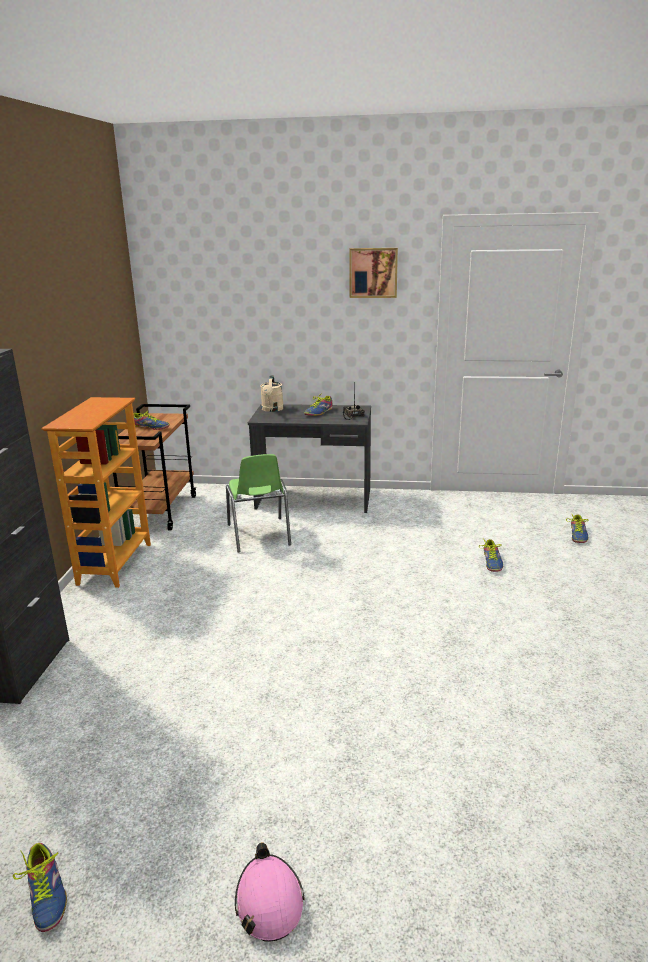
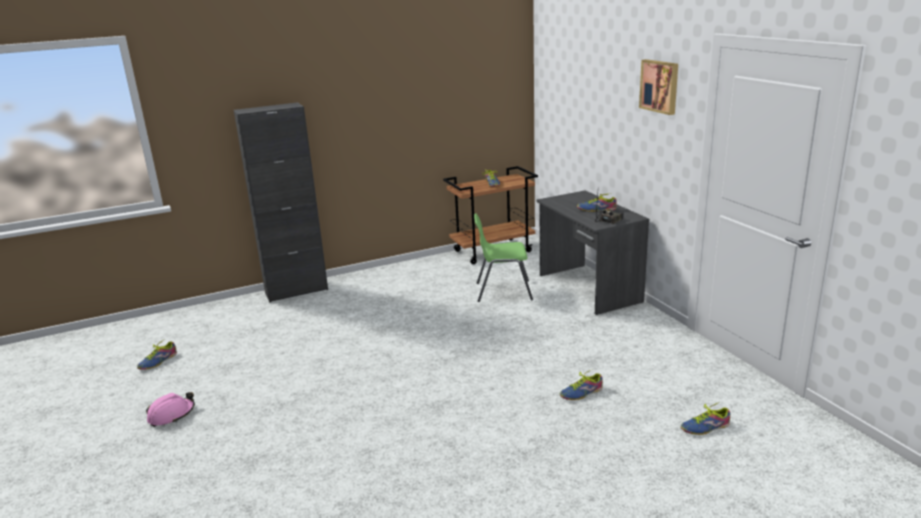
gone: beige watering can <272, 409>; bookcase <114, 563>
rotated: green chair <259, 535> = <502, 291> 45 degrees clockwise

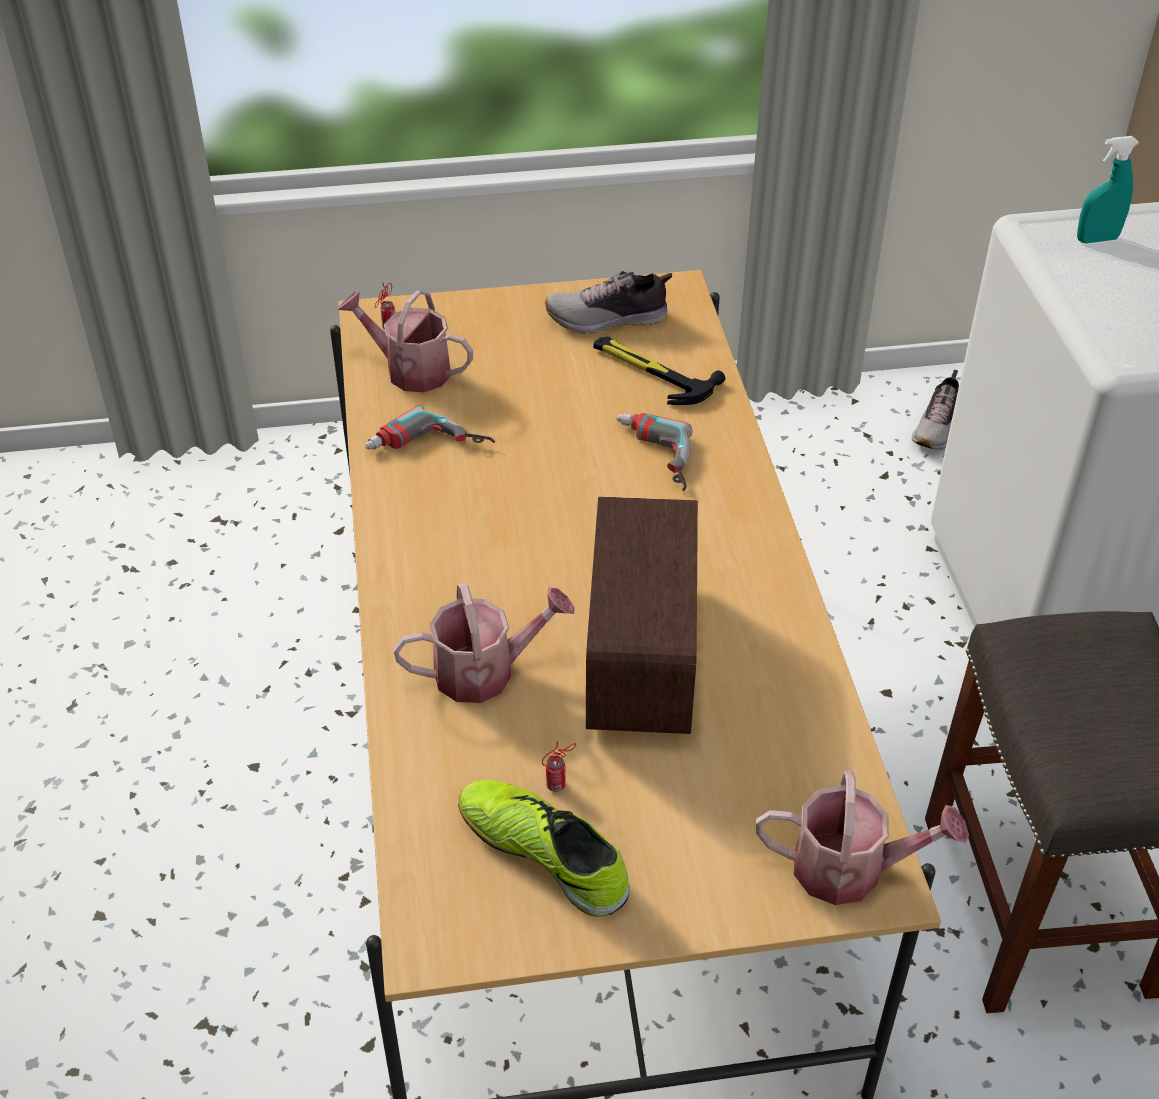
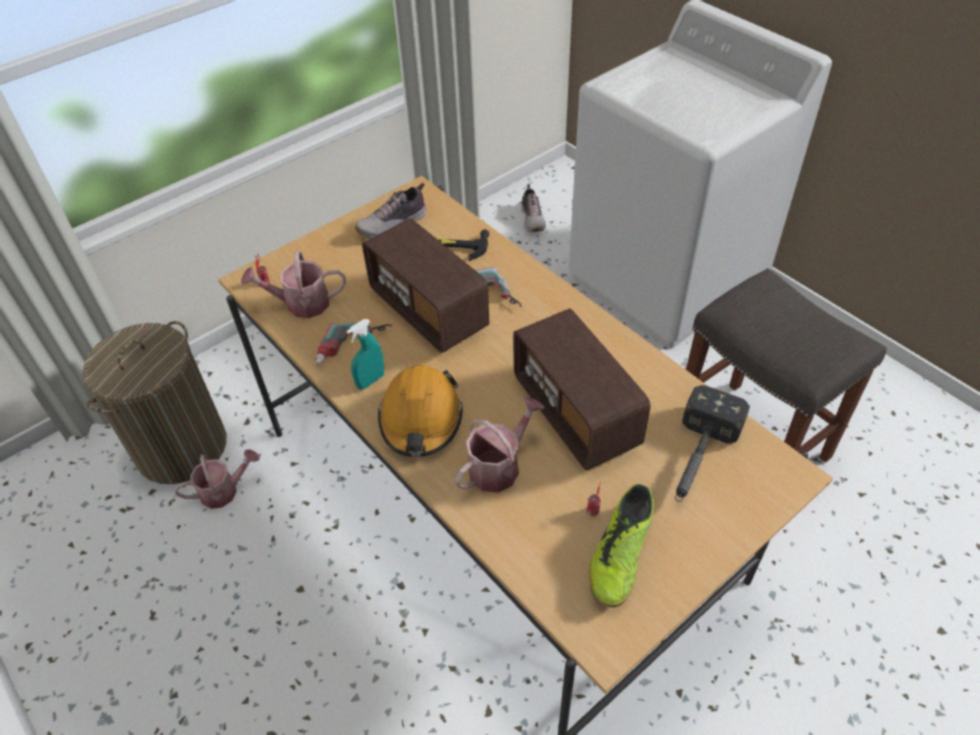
new: radio <428, 310>; laundry basket <181, 447>; orange hard hat <421, 419>; hammer <697, 459>
shifted: turquoise spray bottle <1097, 239> to <370, 381>; watering can <850, 869> to <224, 490>
rotated: shoe <544, 854> = <620, 555> 75 degrees counterclockwise

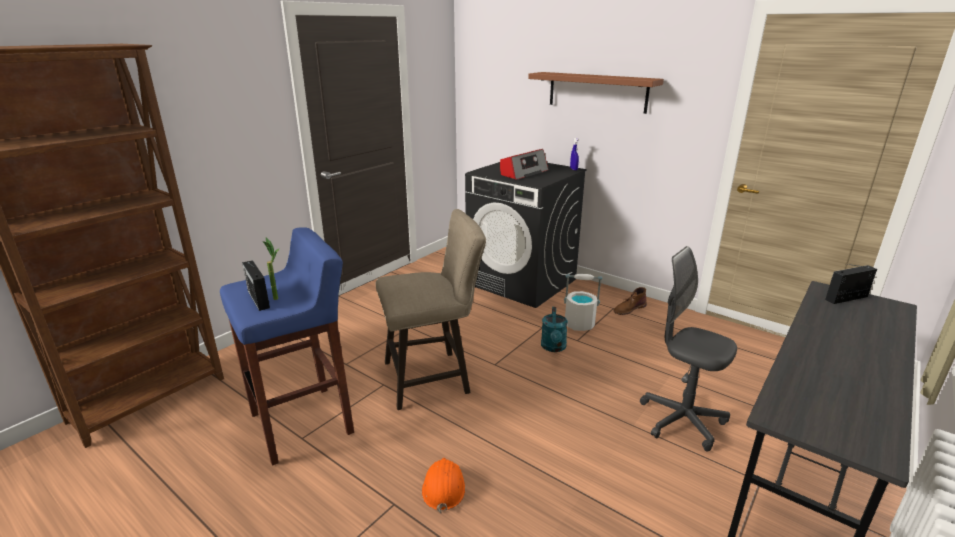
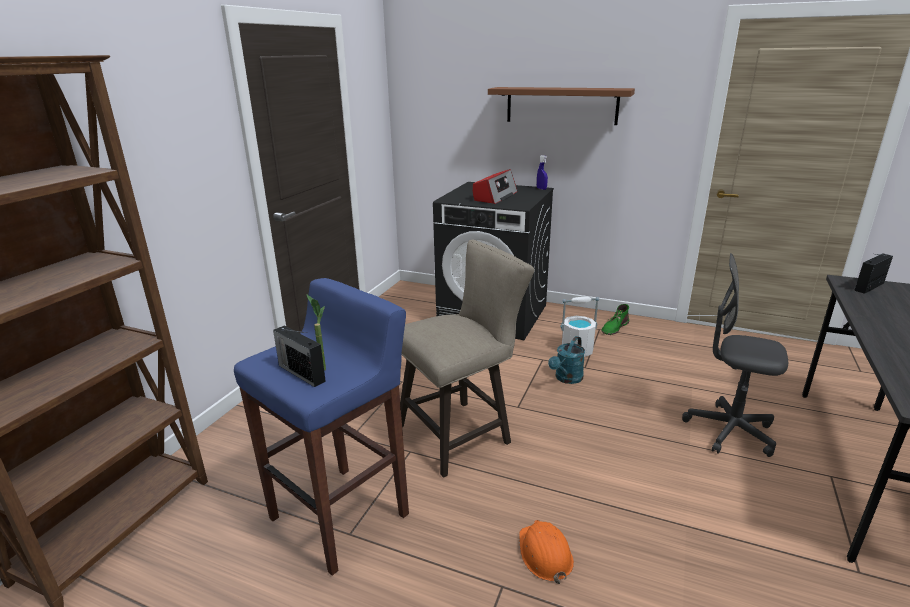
repainted: brown boot <629, 309> to green boot <614, 327>
rotated: turquoise watering can <553, 347> = <566, 379> 45 degrees clockwise

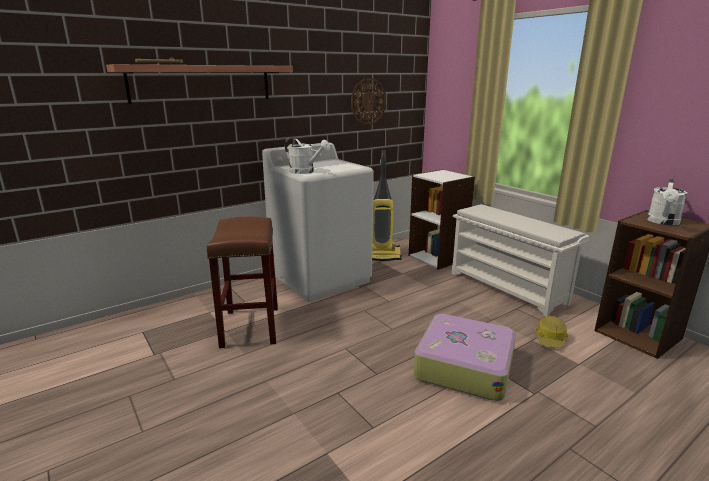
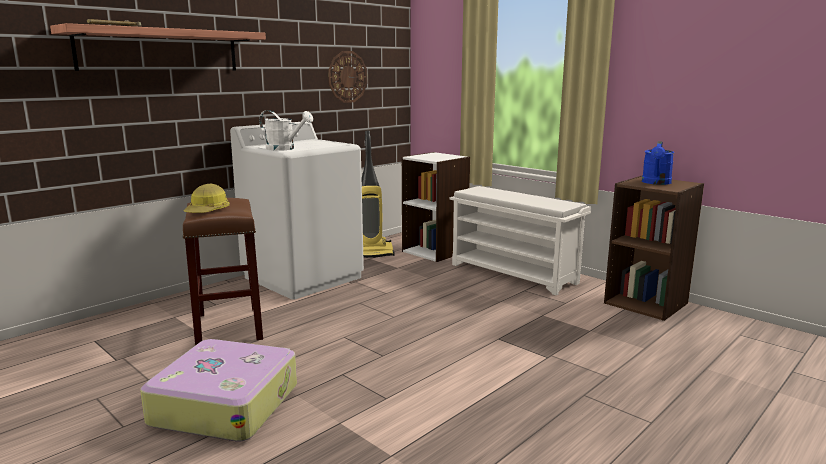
shifted: suitcase <464, 366> to <225, 404>; hard hat <550, 339> to <208, 211>
repainted: white watering can <663, 222> to blue watering can <656, 183>

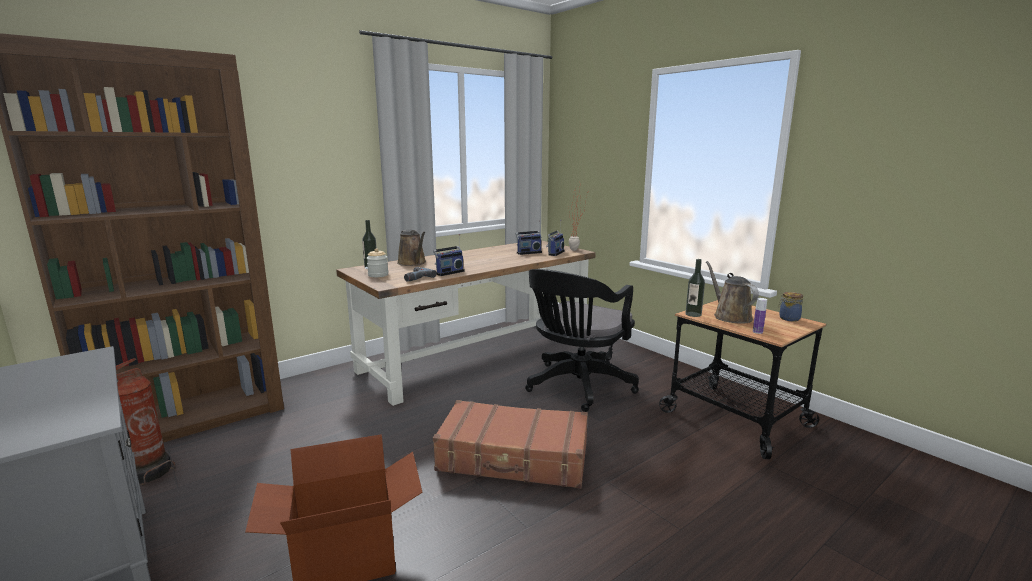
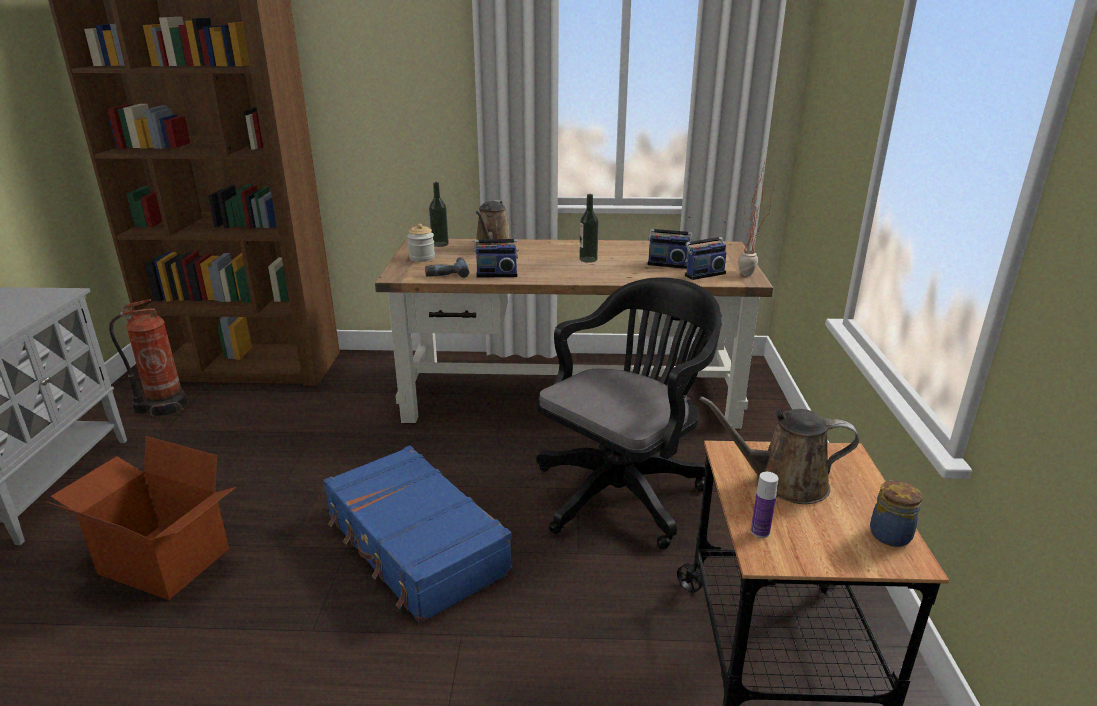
shifted: bottle <693, 314> to <588, 259>
repainted: brown suitcase <513, 458> to blue suitcase <415, 546>
rotated: brown watering can <730, 316> = <783, 482> 105 degrees counterclockwise; black office chair <577, 387> = <624, 491> 150 degrees clockwise

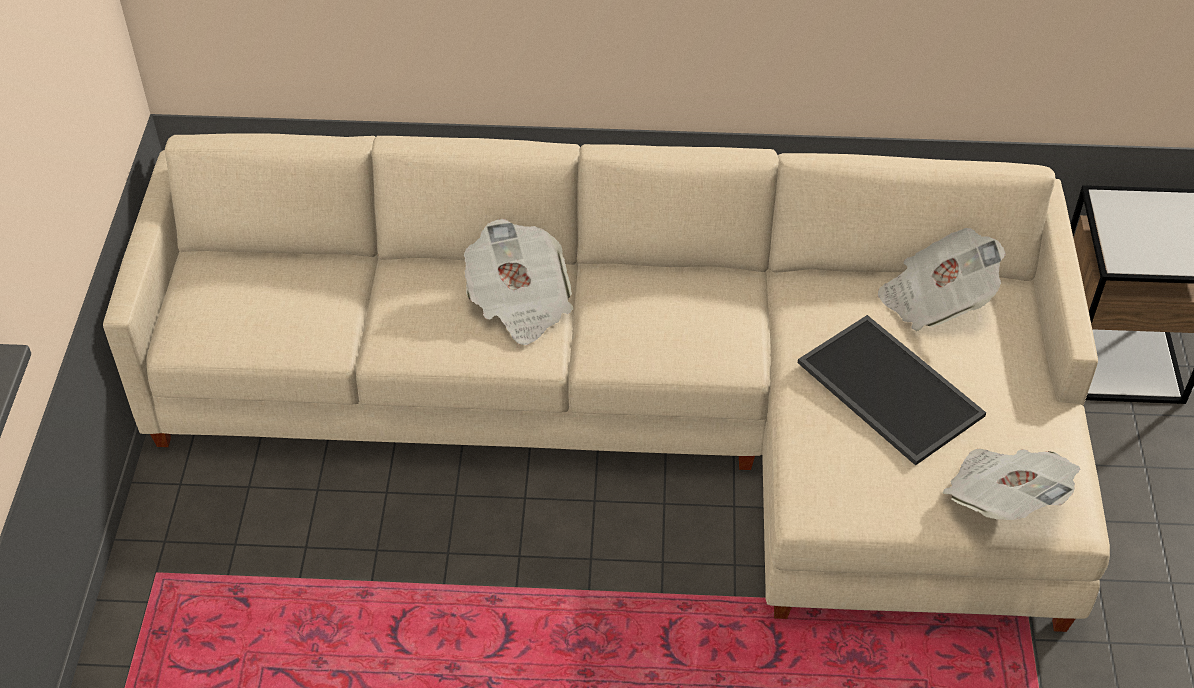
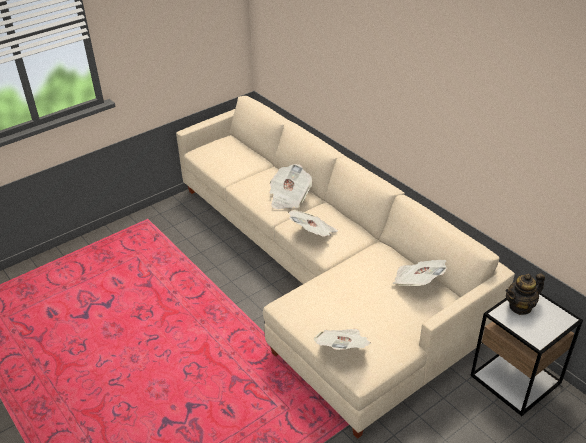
gone: tray <886, 389>
new: newspaper <313, 233>; teapot <520, 307>

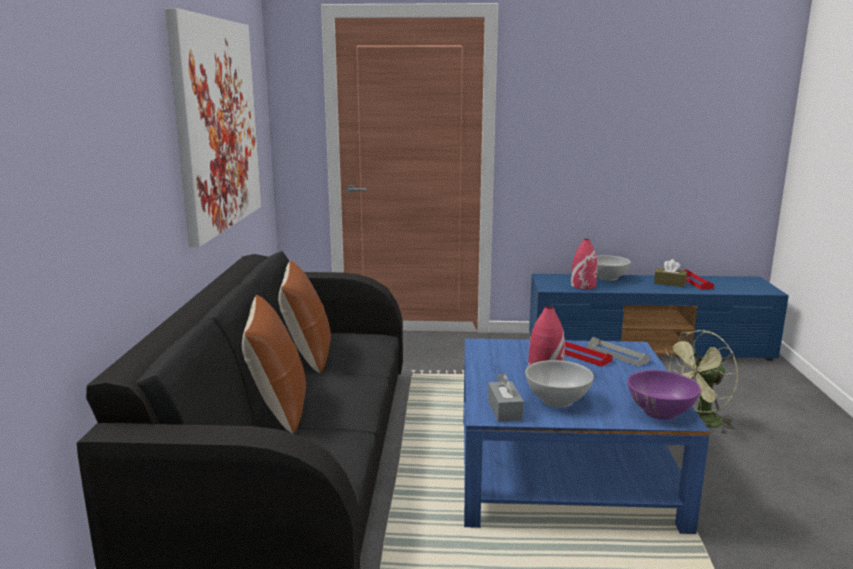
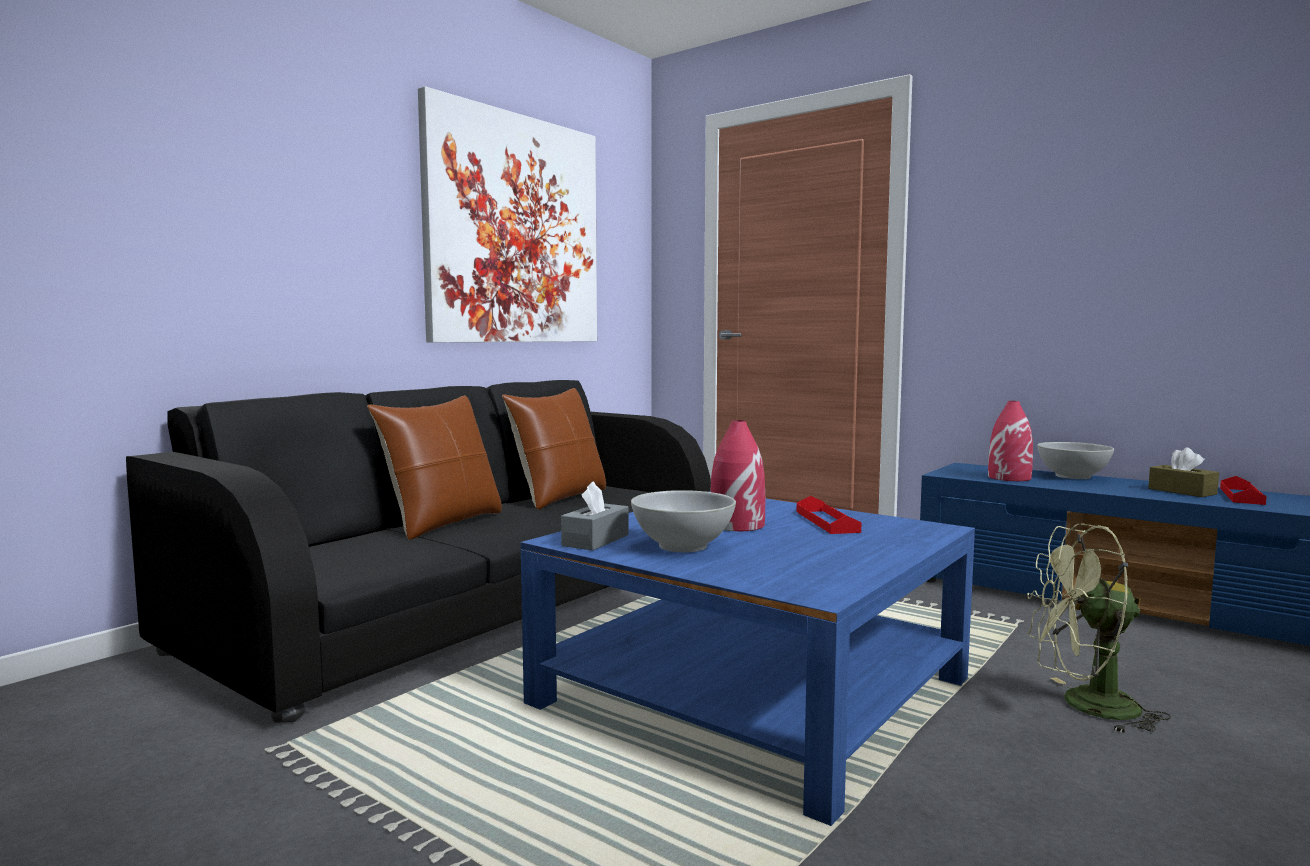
gone: grey tray <617, 354>; purple bowl <660, 412>

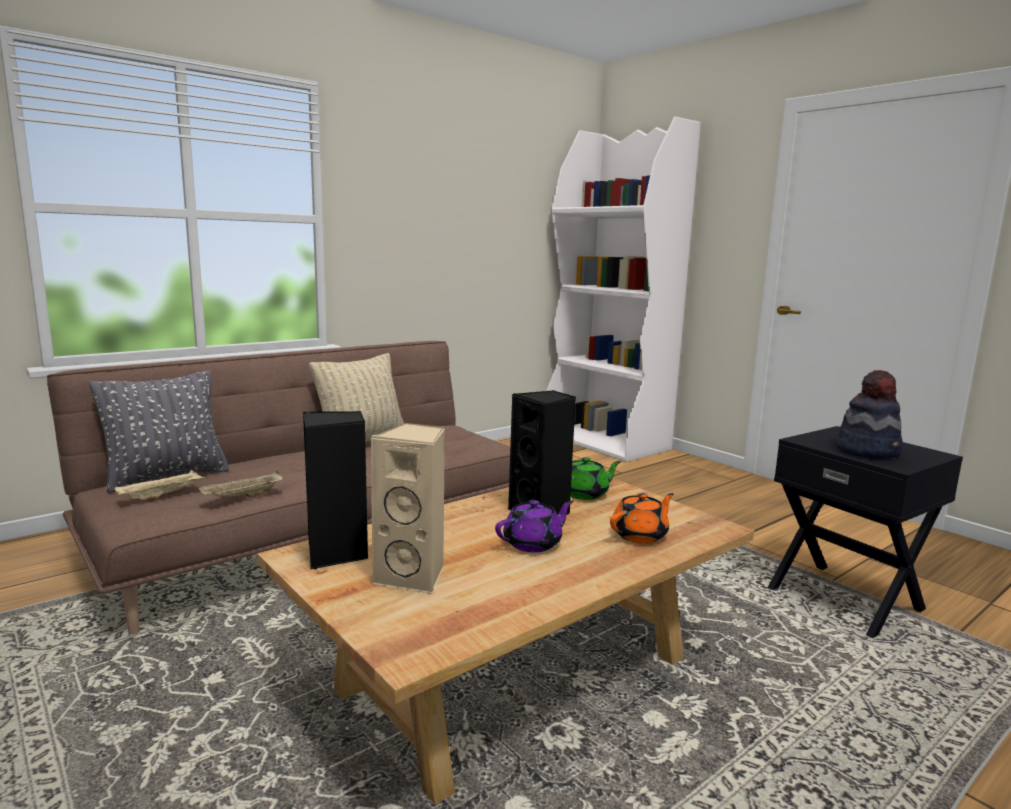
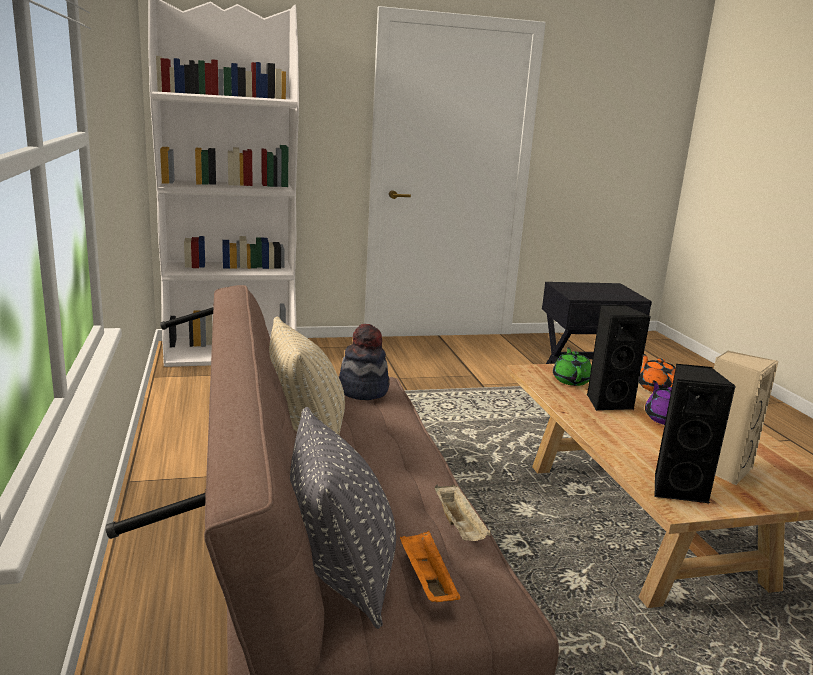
shifted: hat <868, 451> to <363, 390>
repainted: beige tray <162, 496> to orange tray <426, 581>

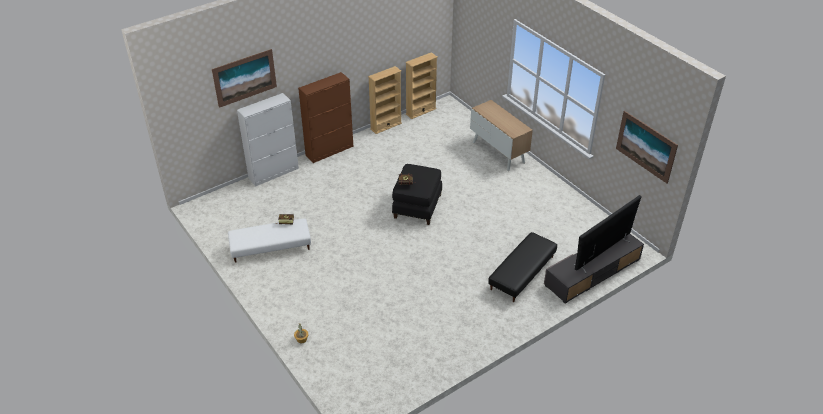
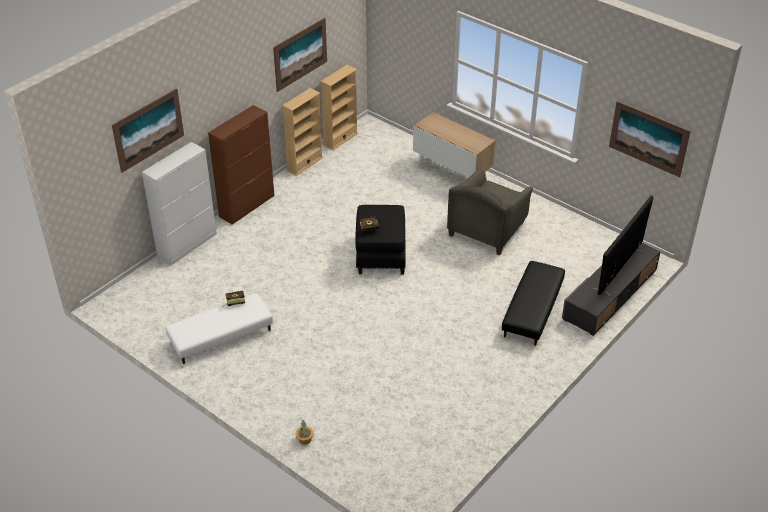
new: picture <300, 54>; grey armchair <487, 229>

